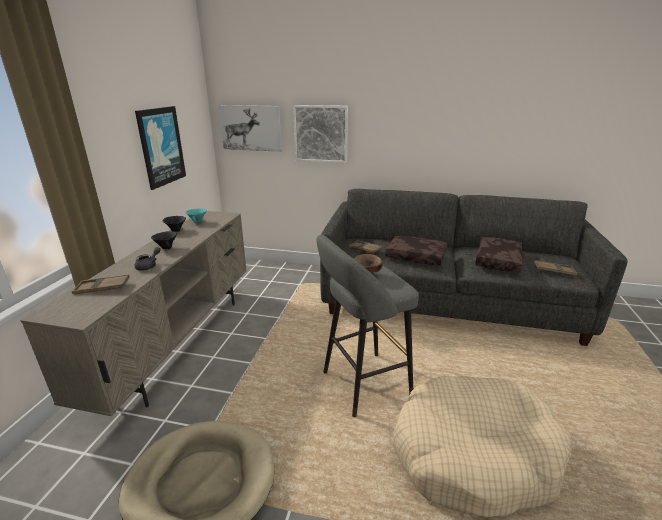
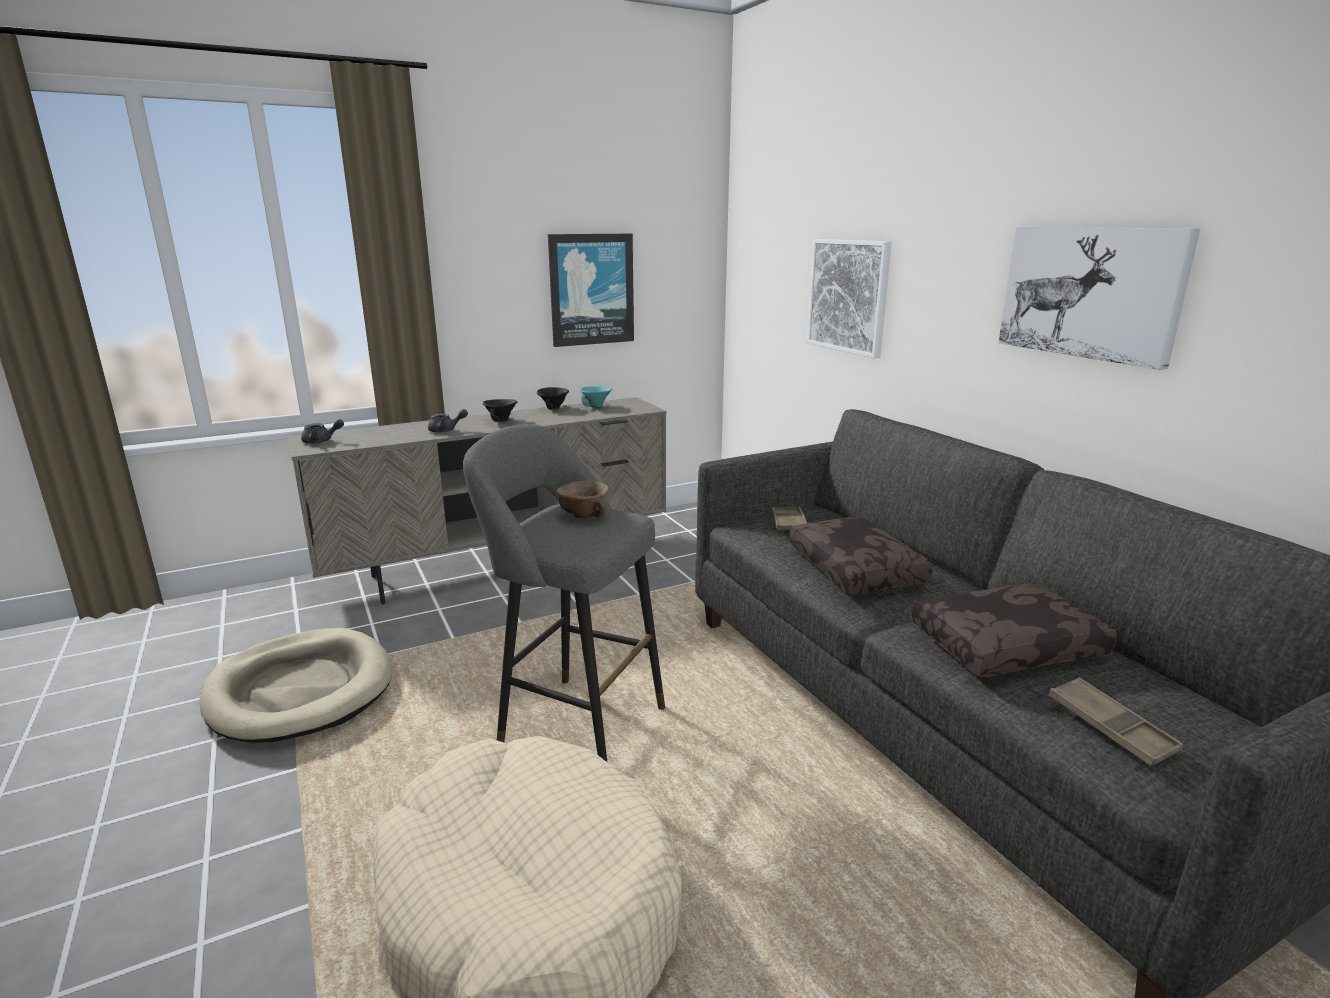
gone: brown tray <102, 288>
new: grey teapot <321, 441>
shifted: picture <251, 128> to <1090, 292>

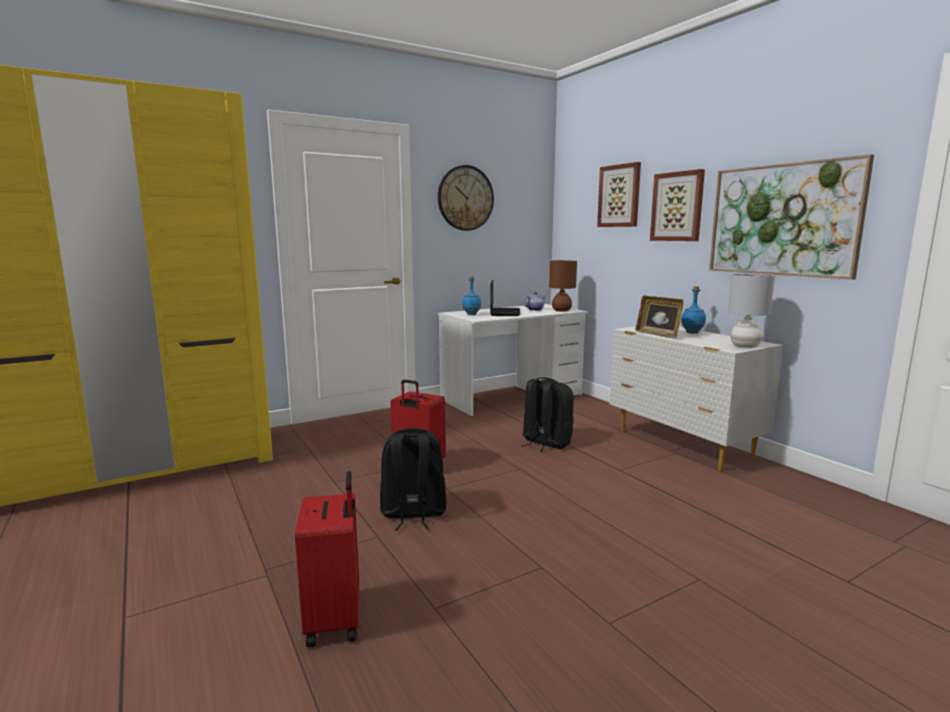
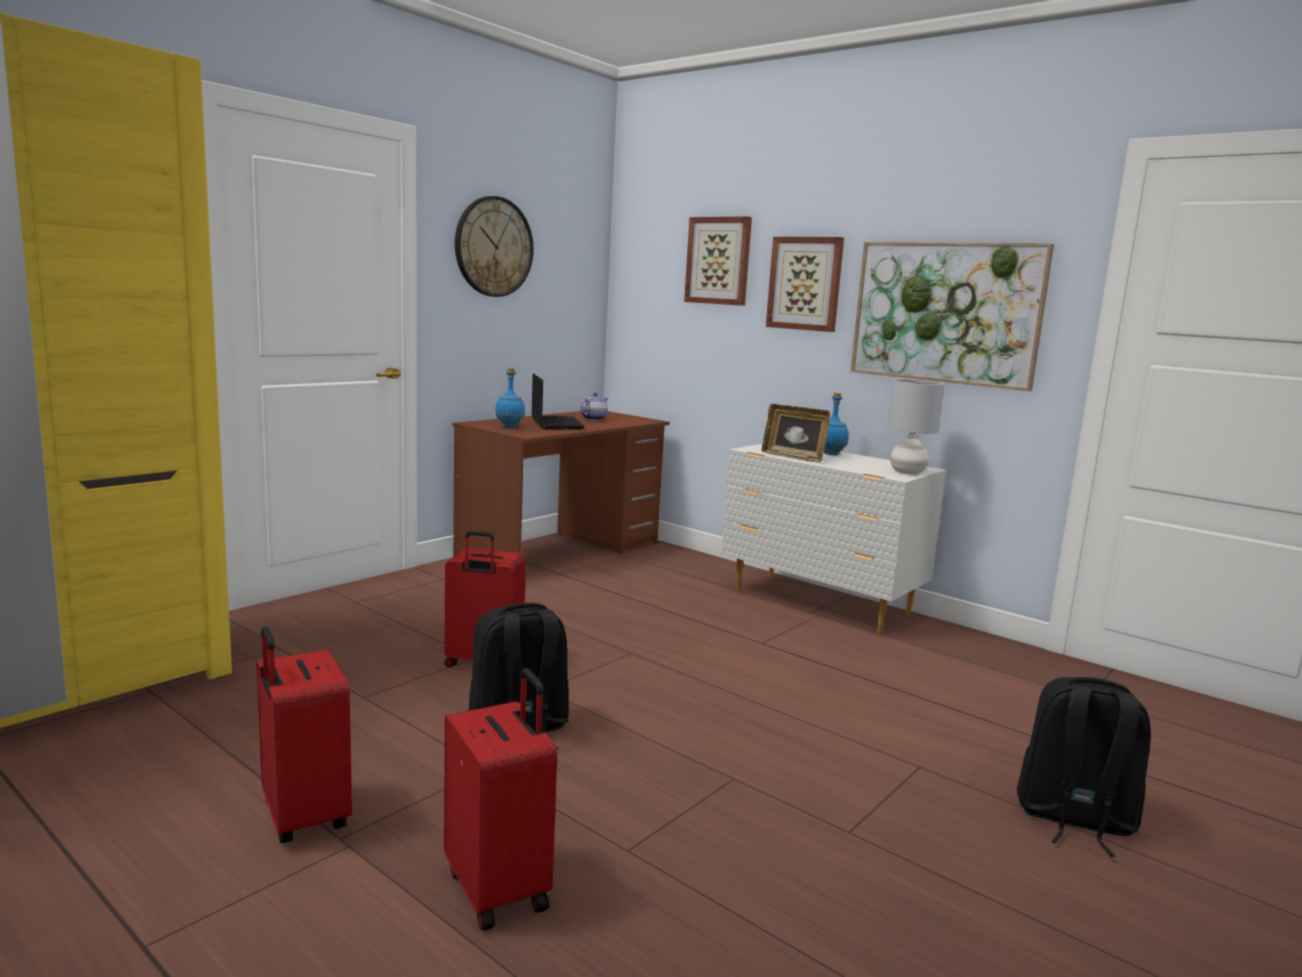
gone: brown table lamp <561, 310>
new: red suitcase <302, 817>
shifted: black backpack <545, 443> to <1073, 819>
repainted: white desk <512, 397> to brown desk <561, 551>

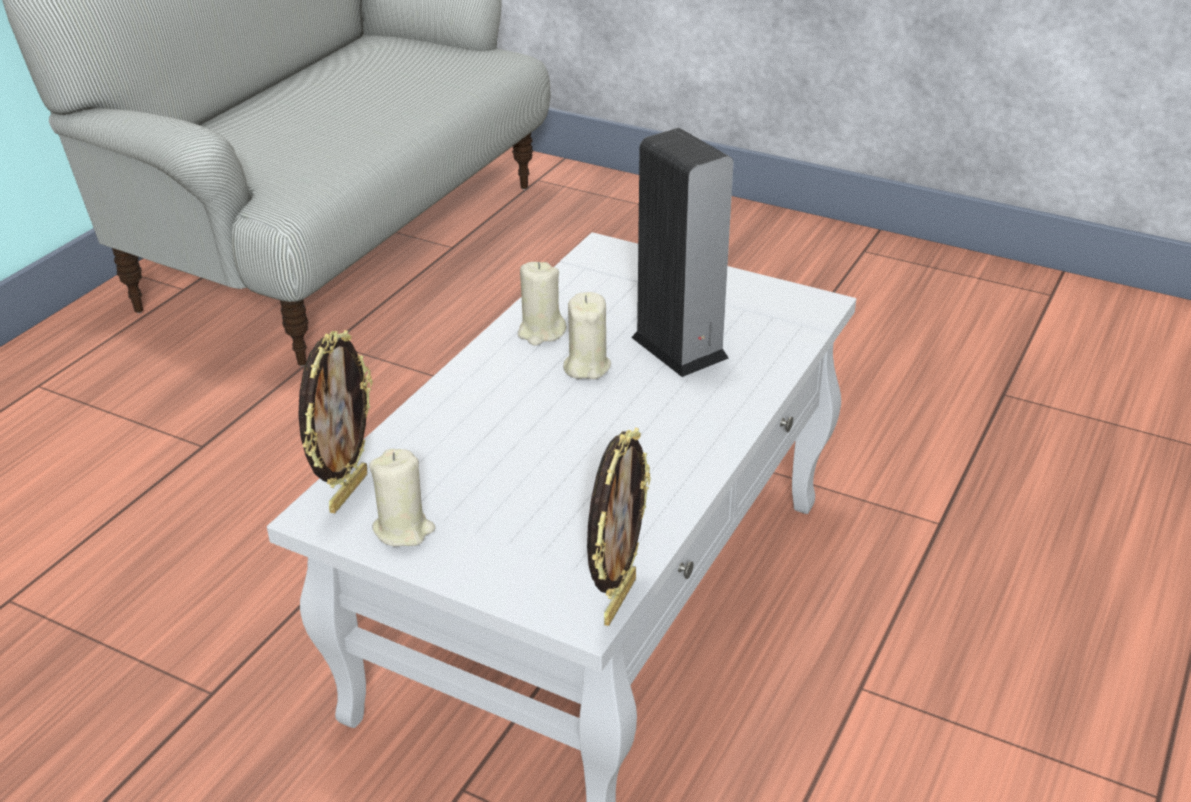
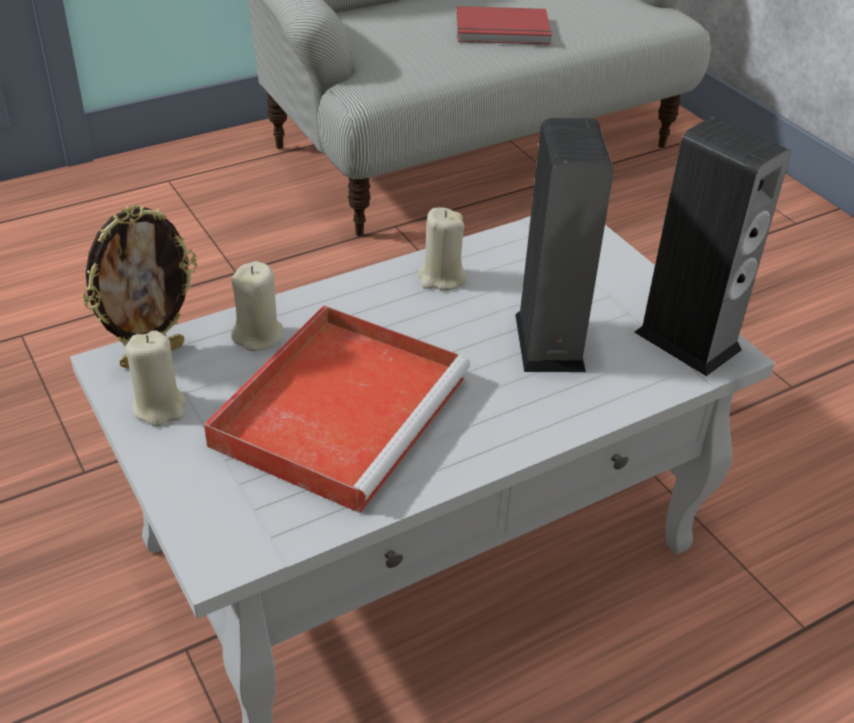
gone: picture frame <617, 600>
new: red book <503, 31>; speaker <687, 341>; red tray <342, 407>
shifted: beige candle <586, 366> to <258, 335>

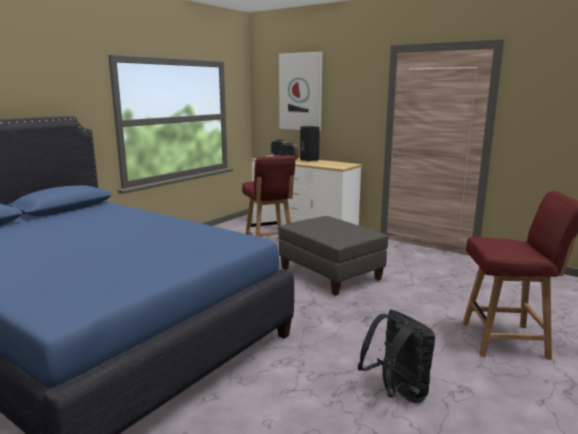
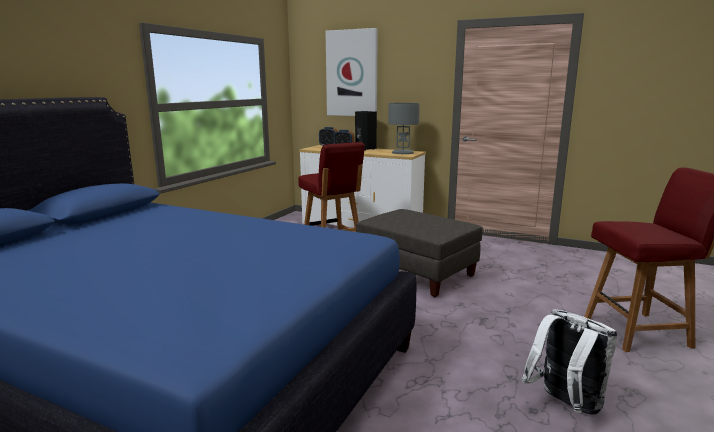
new: grey table lamp <403, 153>
repainted: black backpack <397, 393> to white backpack <565, 405>

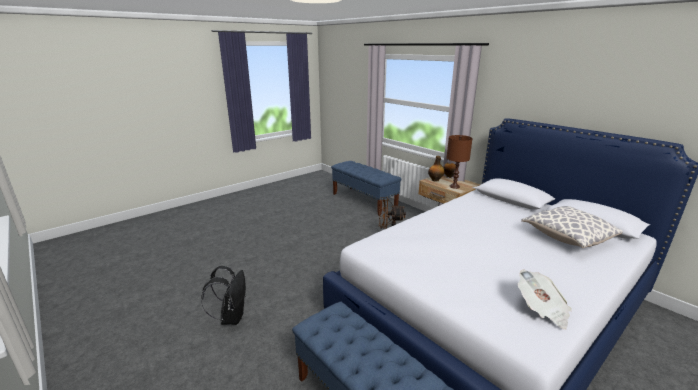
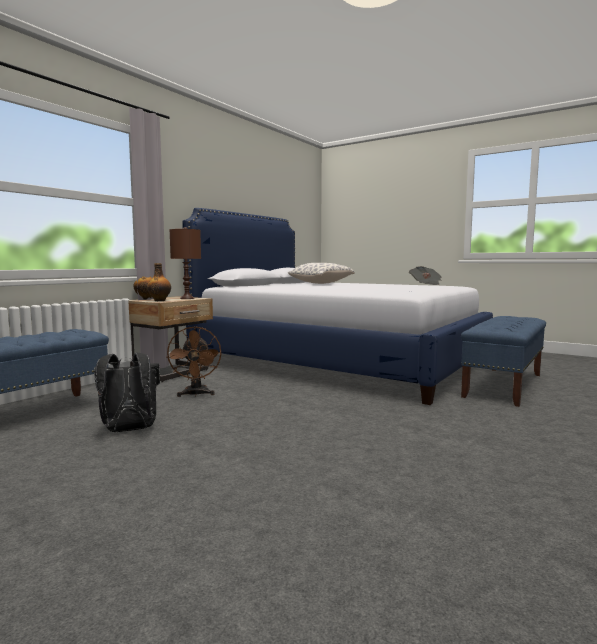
shifted: black backpack <231, 317> to <129, 430>

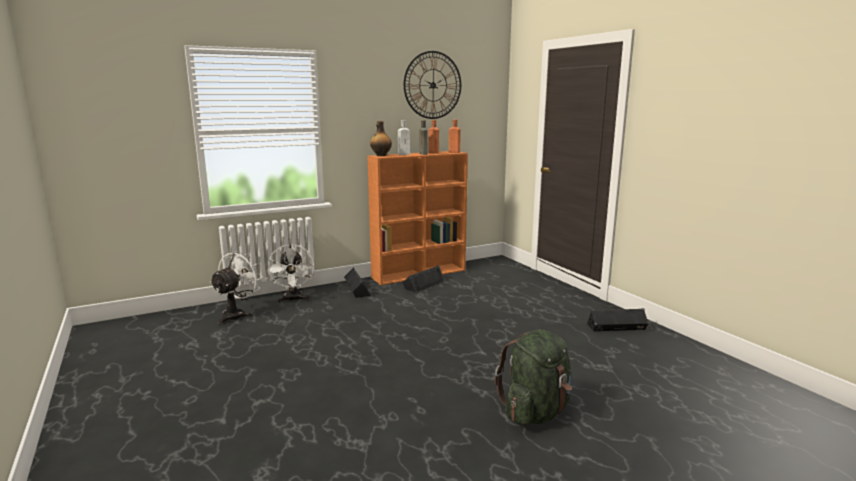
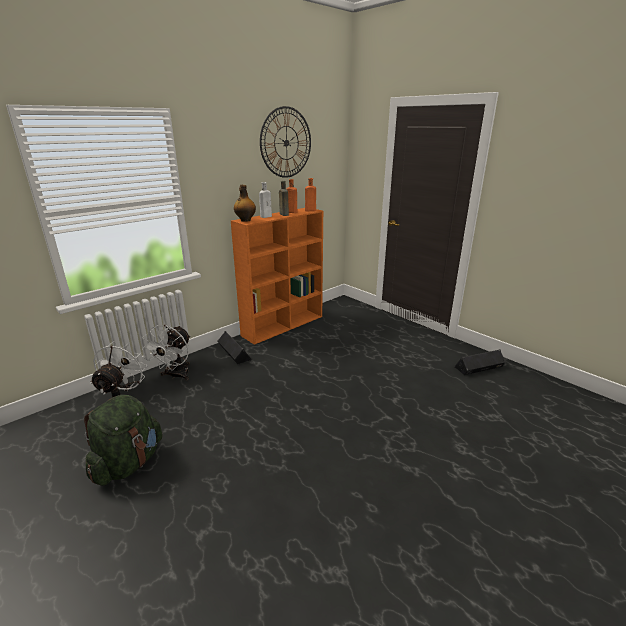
gone: black speaker <423, 284>
shifted: green backpack <536, 412> to <128, 463>
rotated: white fan <293, 300> = <176, 376> 45 degrees clockwise

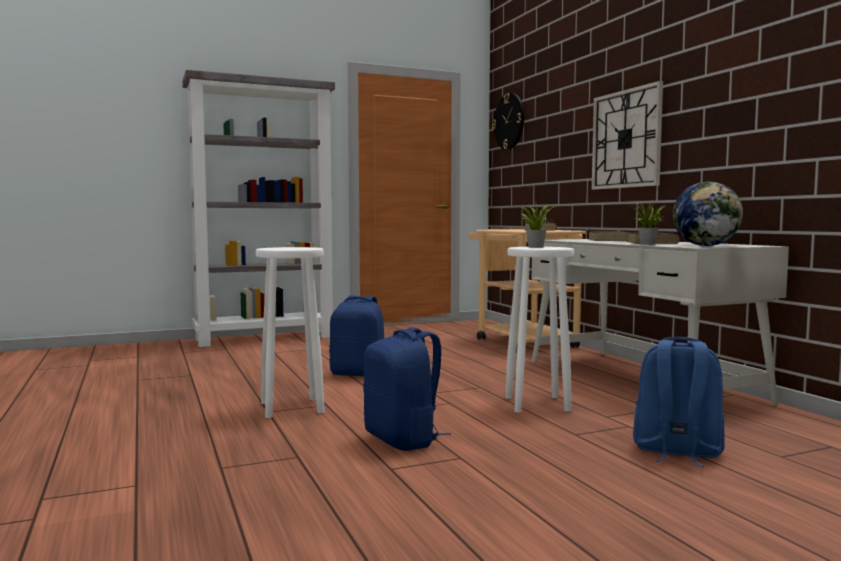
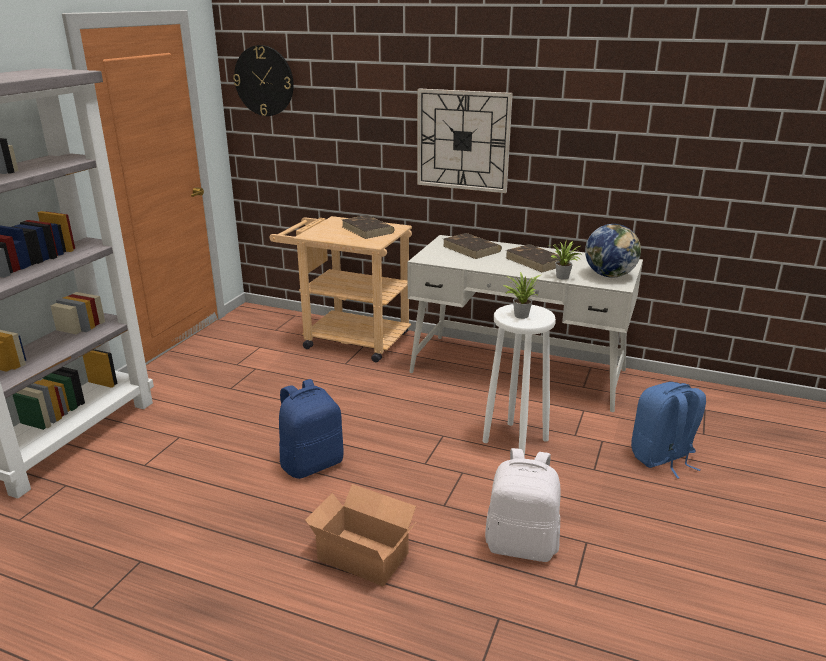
swapped: white stool <293, 407> to cardboard box <363, 553>
repainted: blue backpack <403, 440> to white backpack <522, 545>

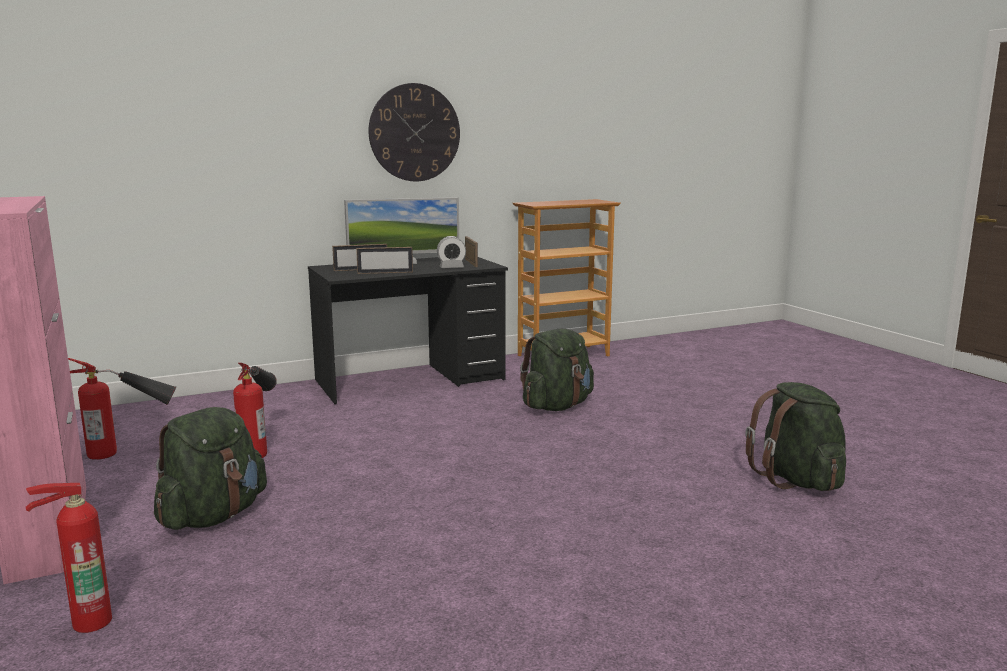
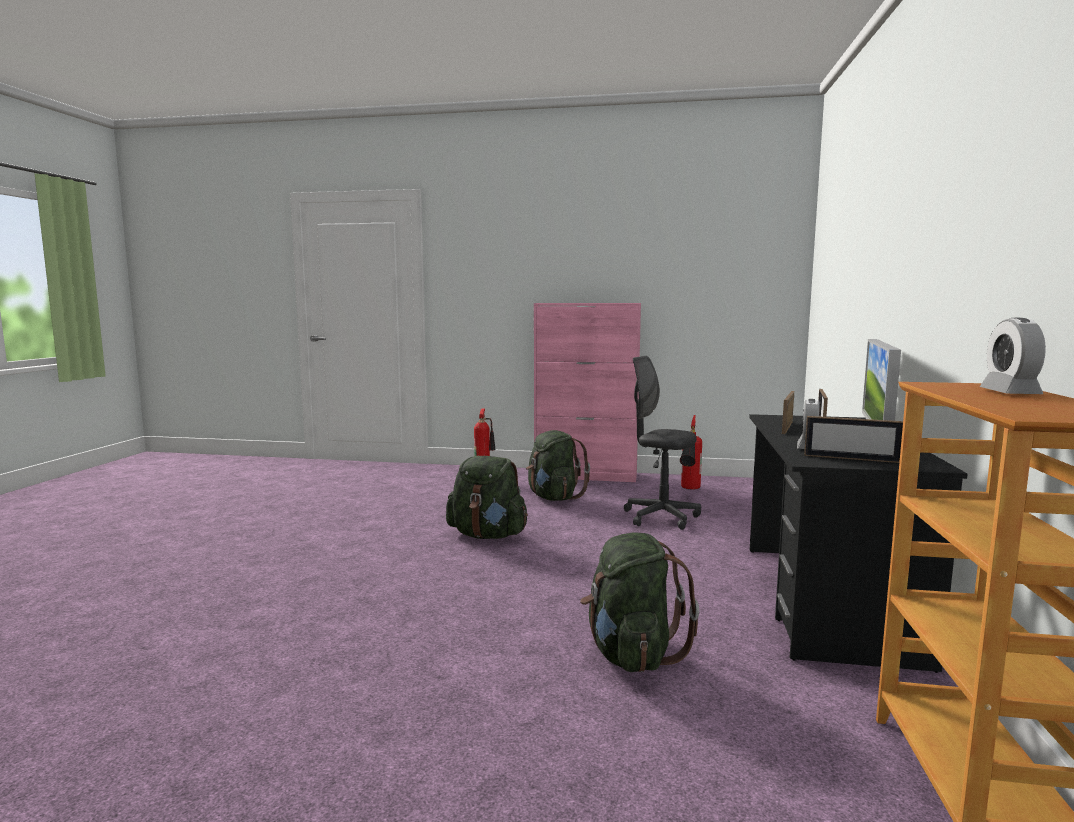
gone: wall clock <414, 132>
new: alarm clock <1009, 392>
shifted: green backpack <796, 480> to <488, 535>
swapped: fire extinguisher <260, 445> to grey office chair <661, 517>

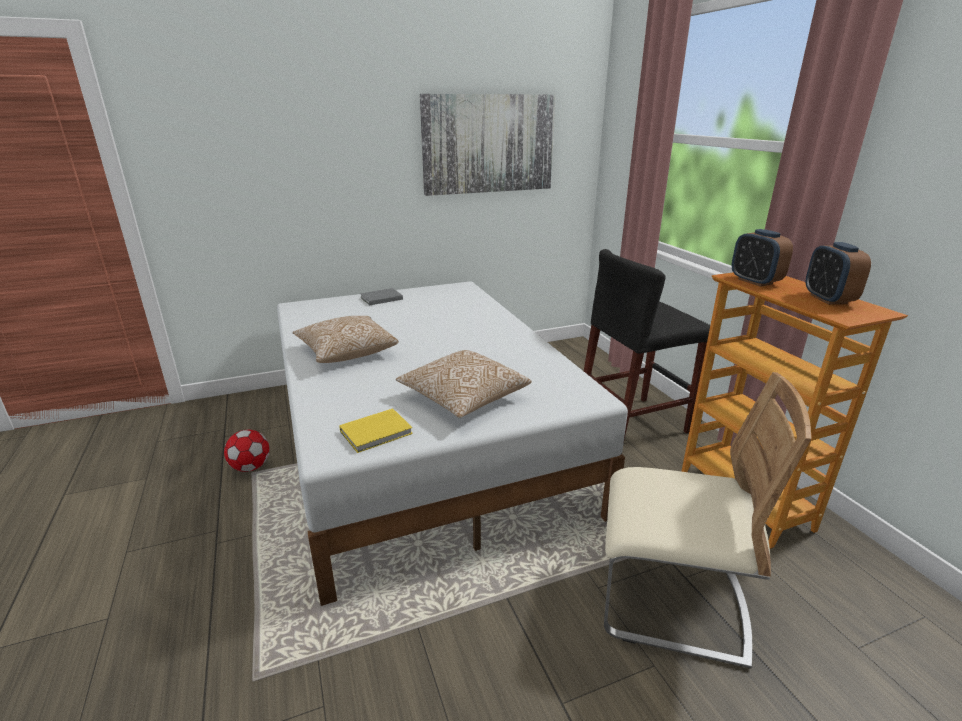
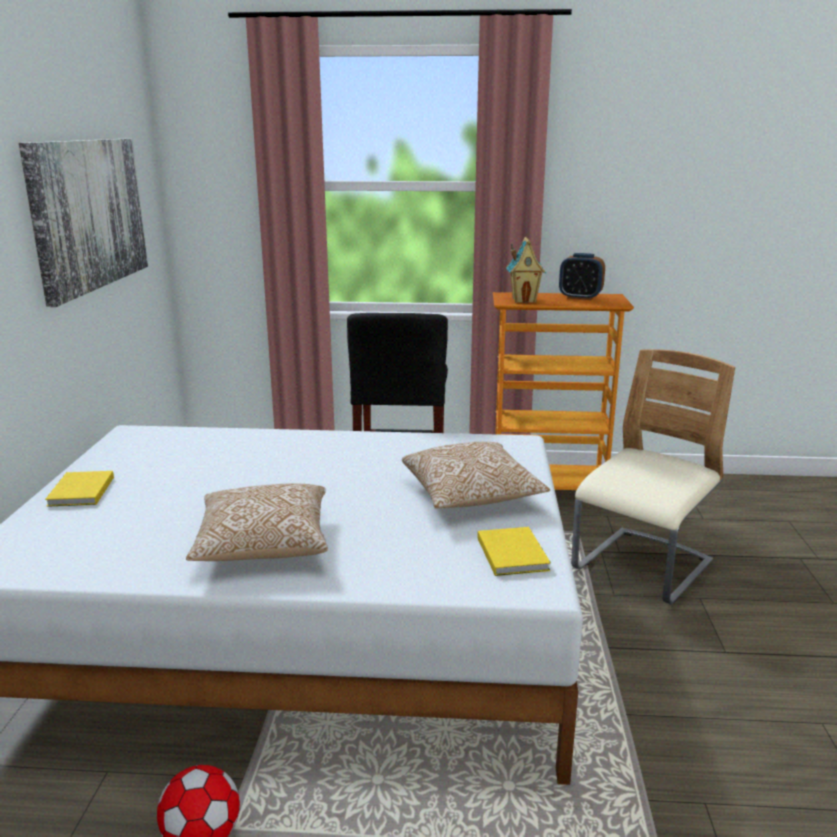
swapped: alarm clock <755, 281> to toy house <524, 300>
repainted: grey book <380, 298> to yellow book <79, 492>

